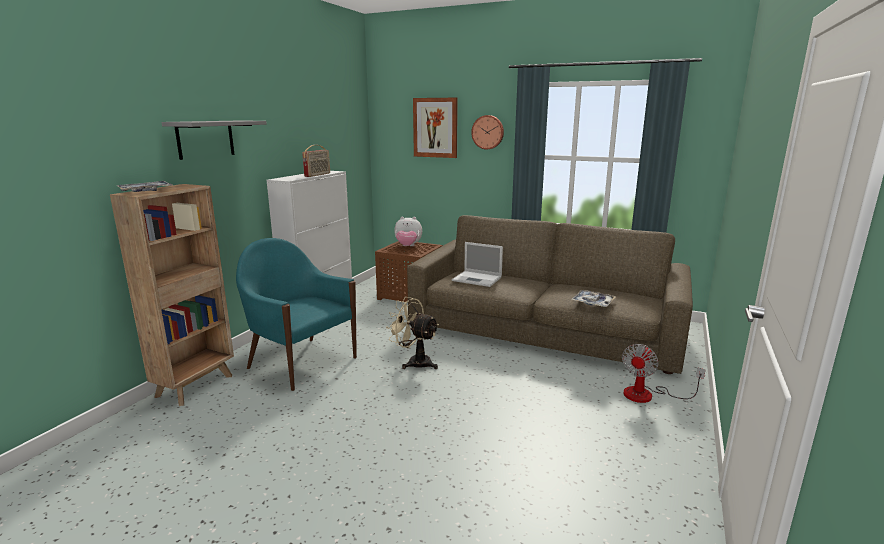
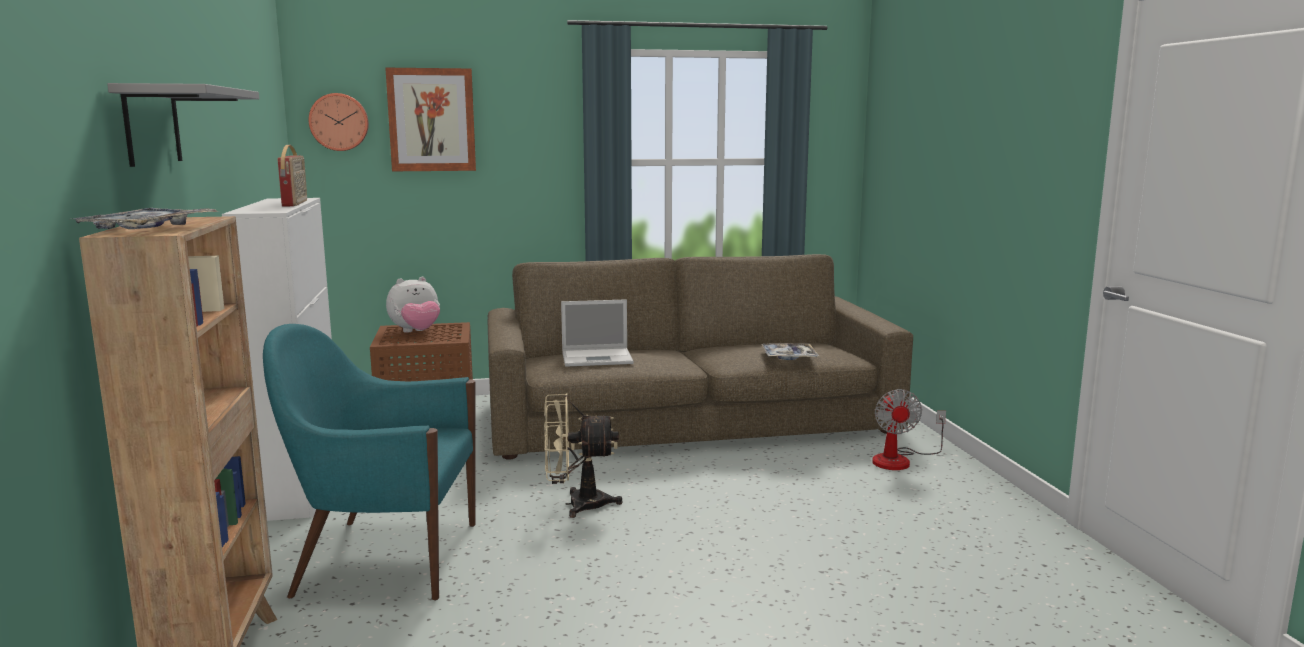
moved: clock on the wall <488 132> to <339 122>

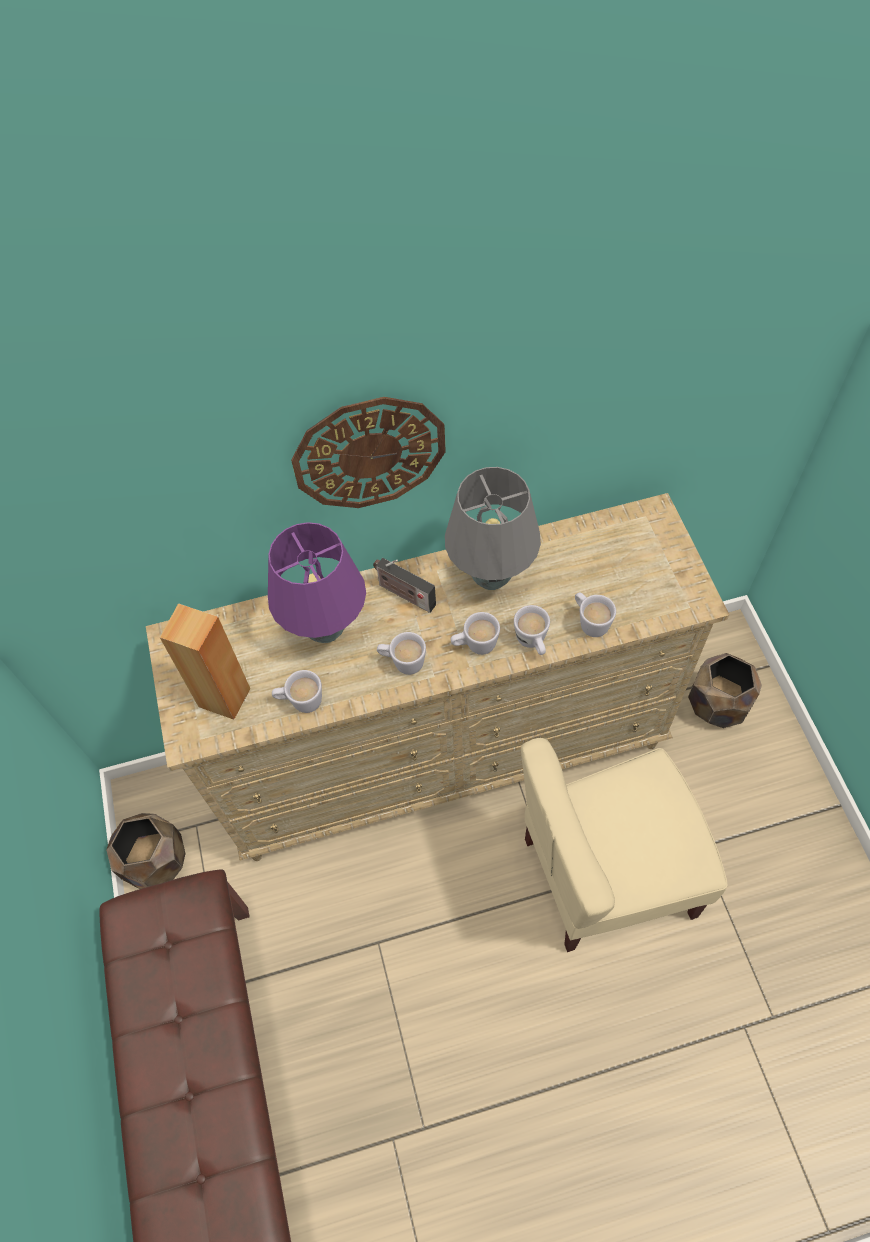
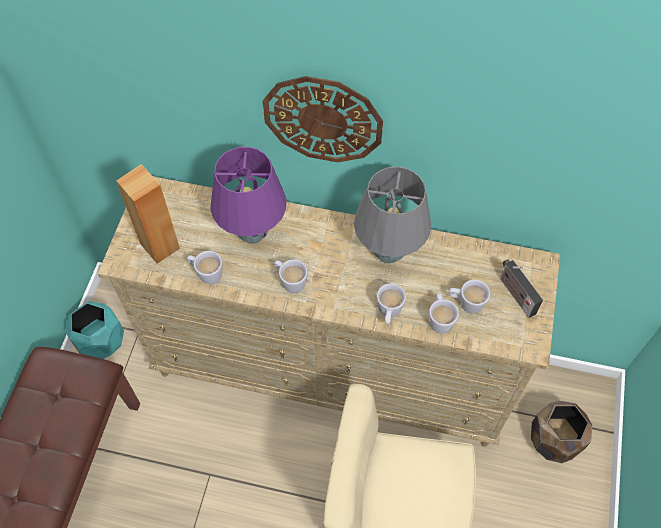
moved: radio <404 594> to <515 294>; whitish mug <475 645> to <466 303>
recoloured: brown-coloured planter <157 862> to turquoise planter <101 342>

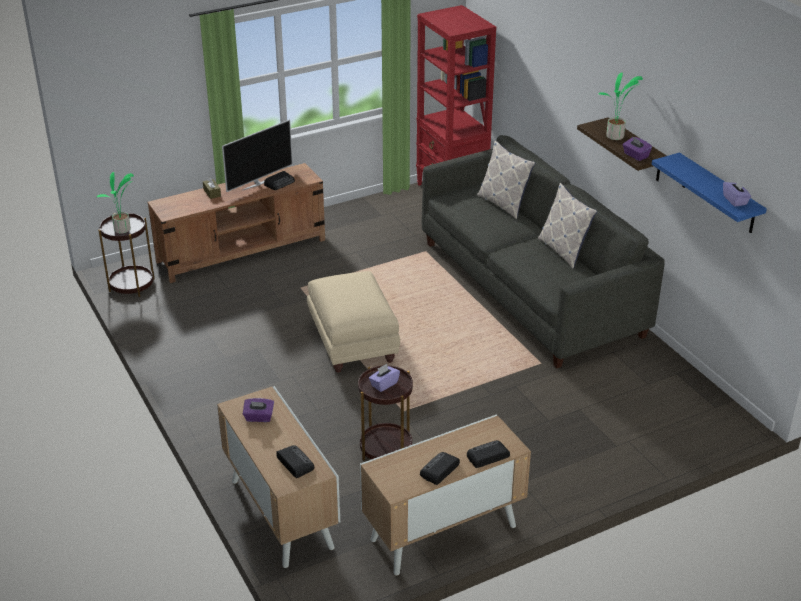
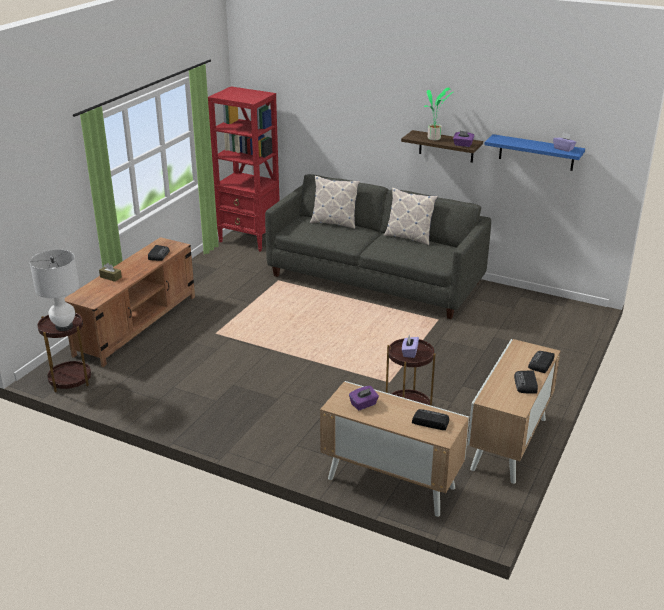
removed: TV <258 183>; beige ottoman <352 343>
replaced: houseplant <123 230> to whitish lamp for a table <64 326>

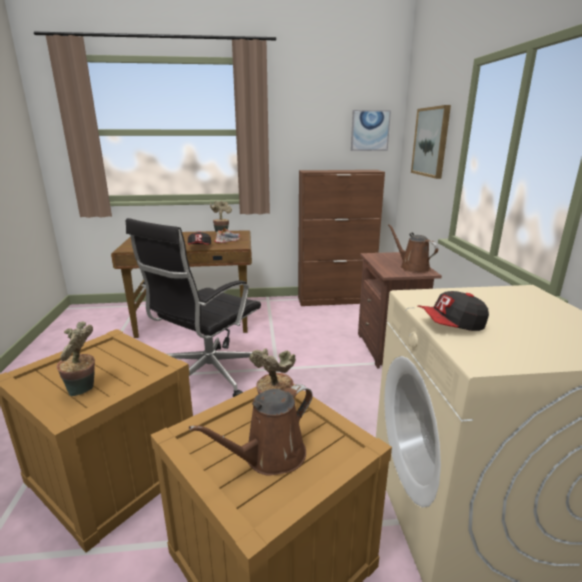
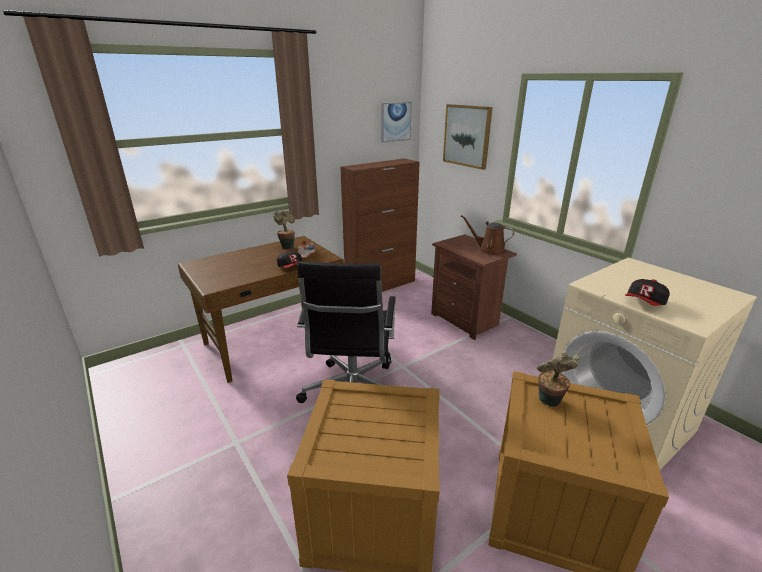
removed: houseplant <83 390>; brown-coloured watering can <269 456>

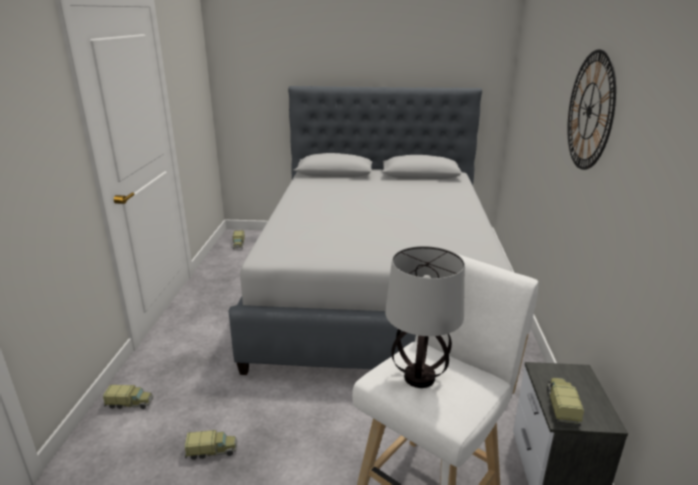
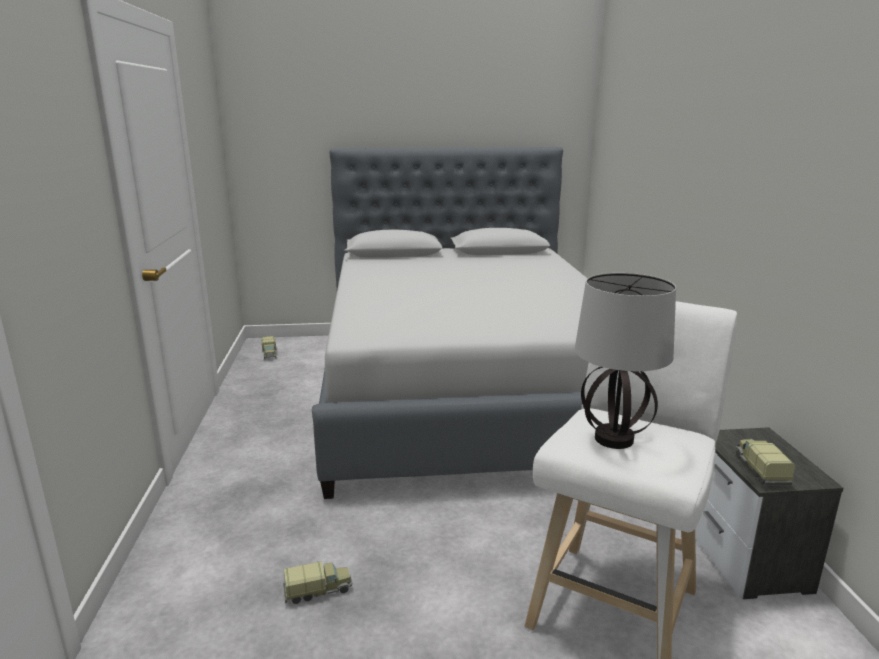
removed: toy lorry <130 403>; clock on the wall <589 111>

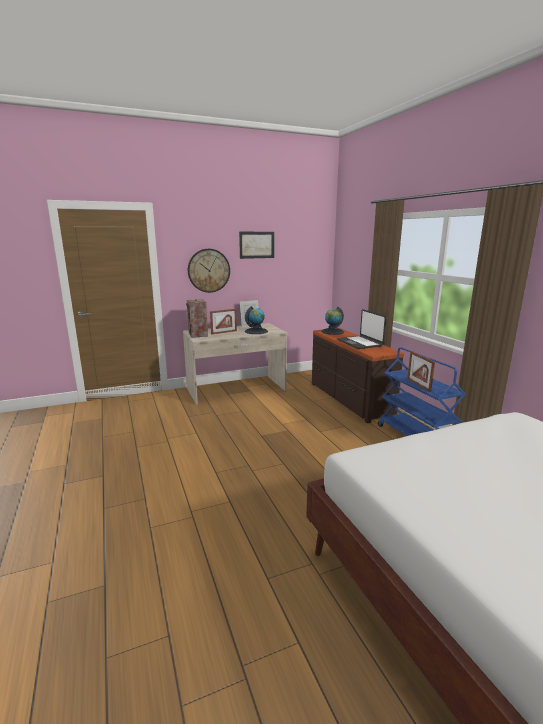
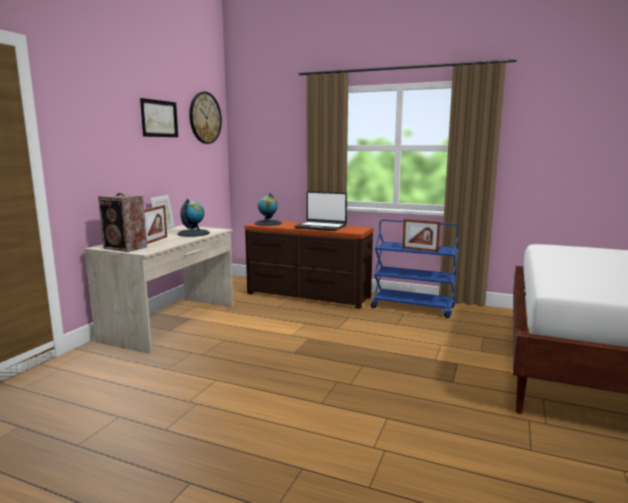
moved: clock on the wall <209 270> to <205 118>

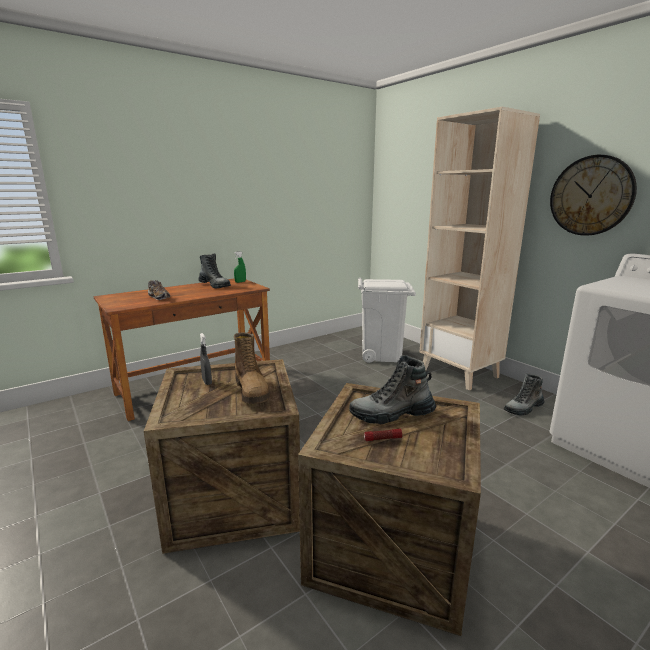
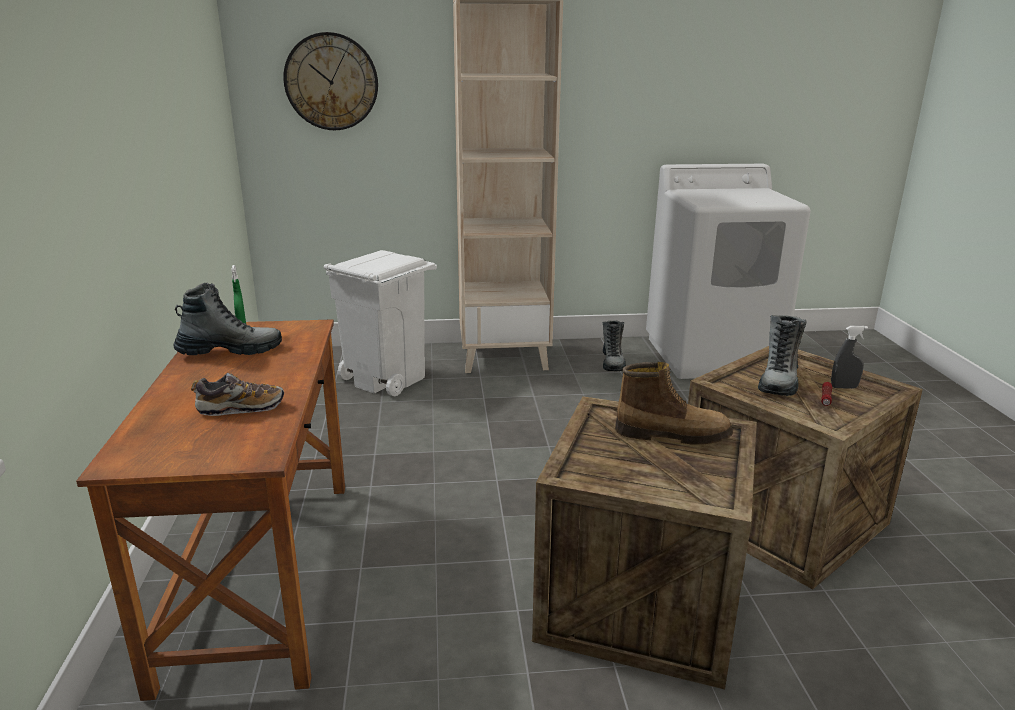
moved: greyish spray bottle <207 382> to <844 387>; clock on the wall <591 196> to <331 82>

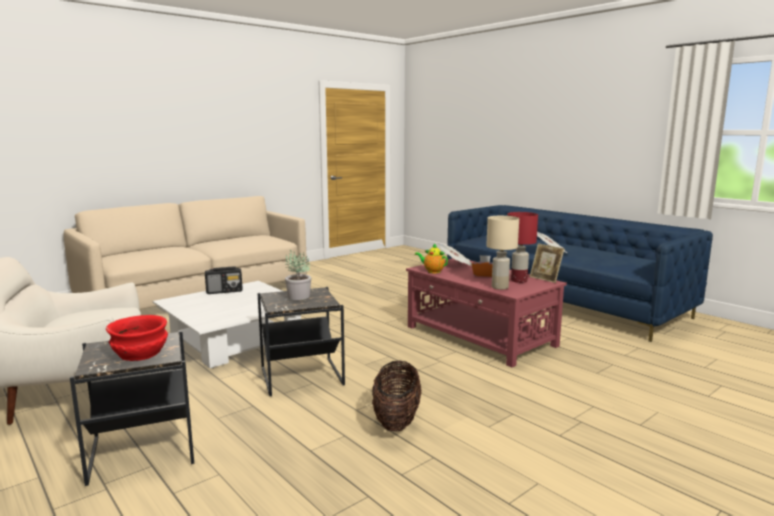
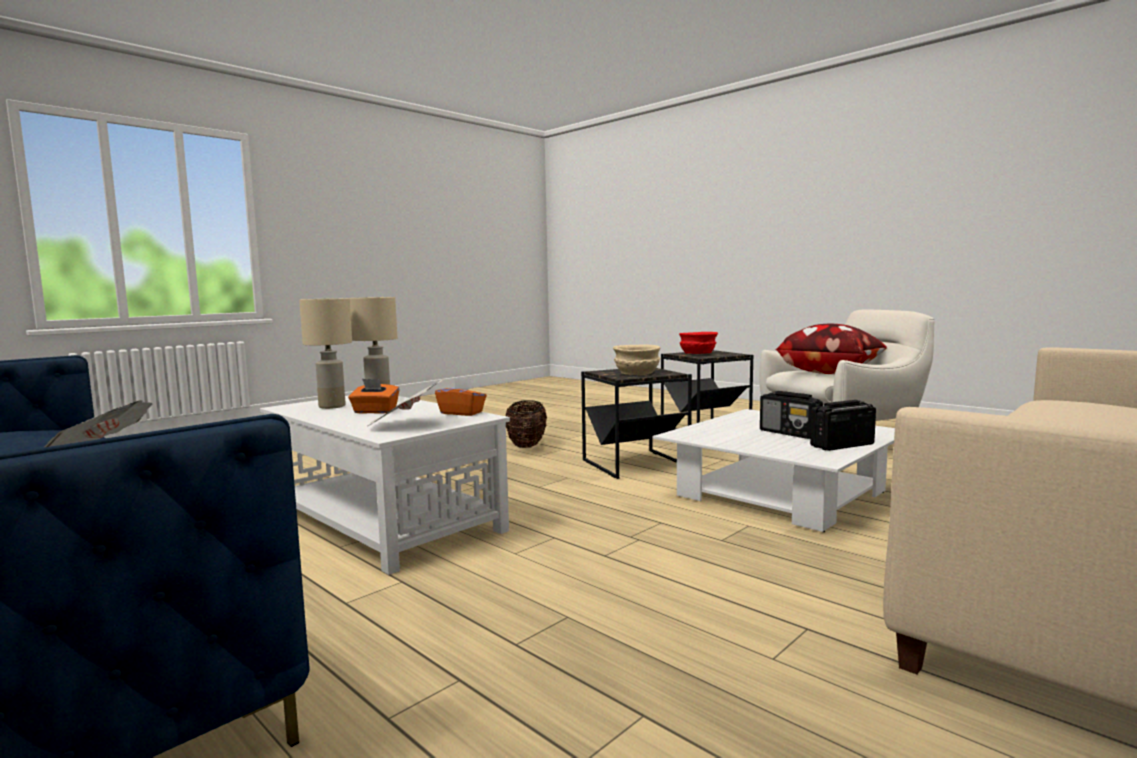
removed: photo frame <545 279>
added: radio <790 433>; cushion <829 373>
replaced: houseplant <298 296> to beige bowl <637 373>; tea pot <432 271> to orange tissue box <462 413>
recoloured: reddish lounge table <480 336> to whitish lounge table <384 519>; reddish lamp for a table <519 280> to beige lamp for a table <331 406>

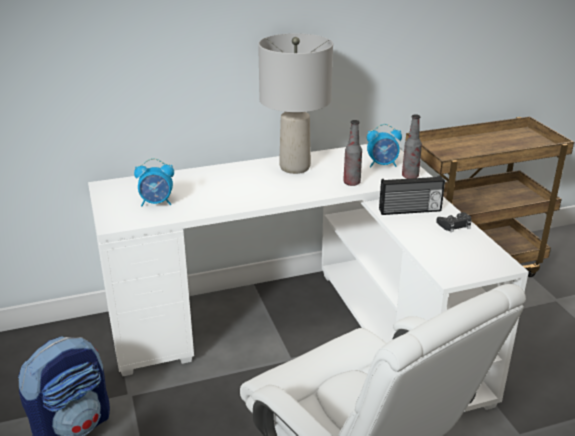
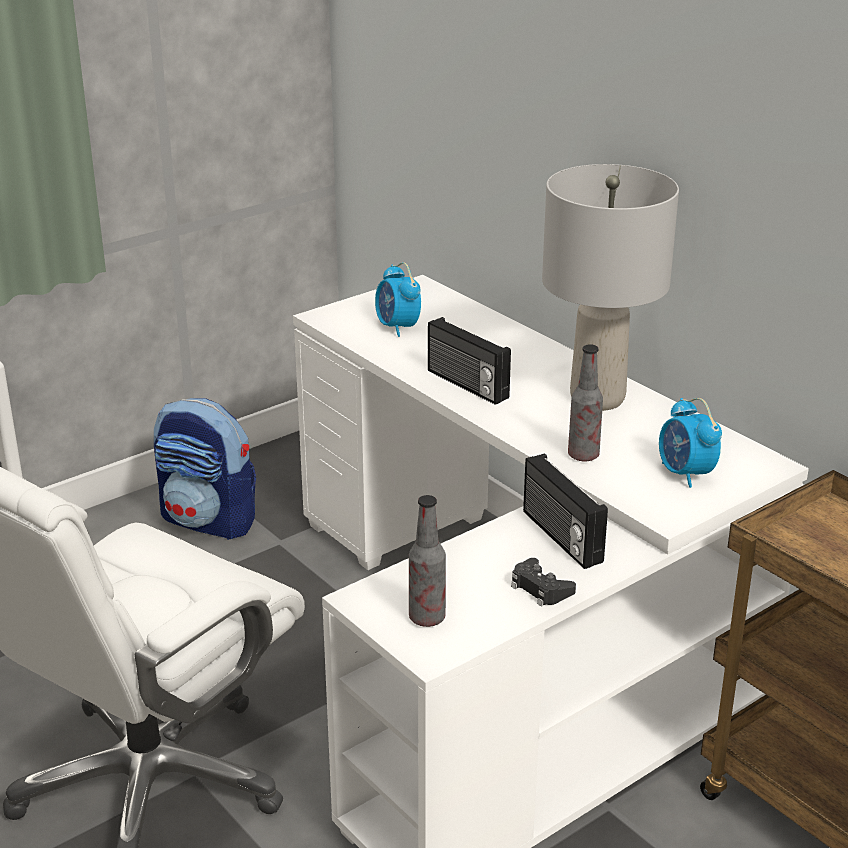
added: radio <466 385>
moved: drink bottle <410 176> to <427 618>

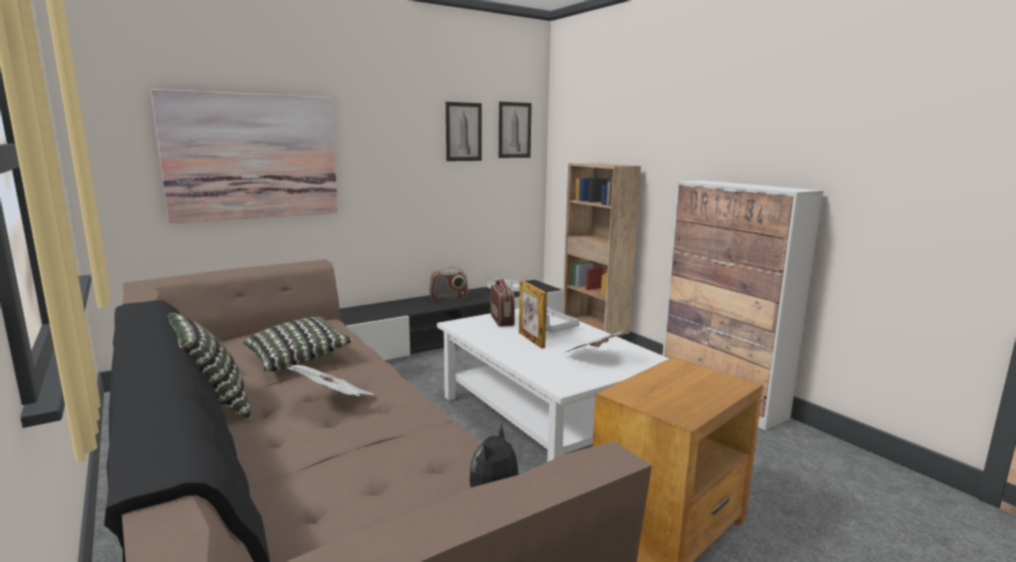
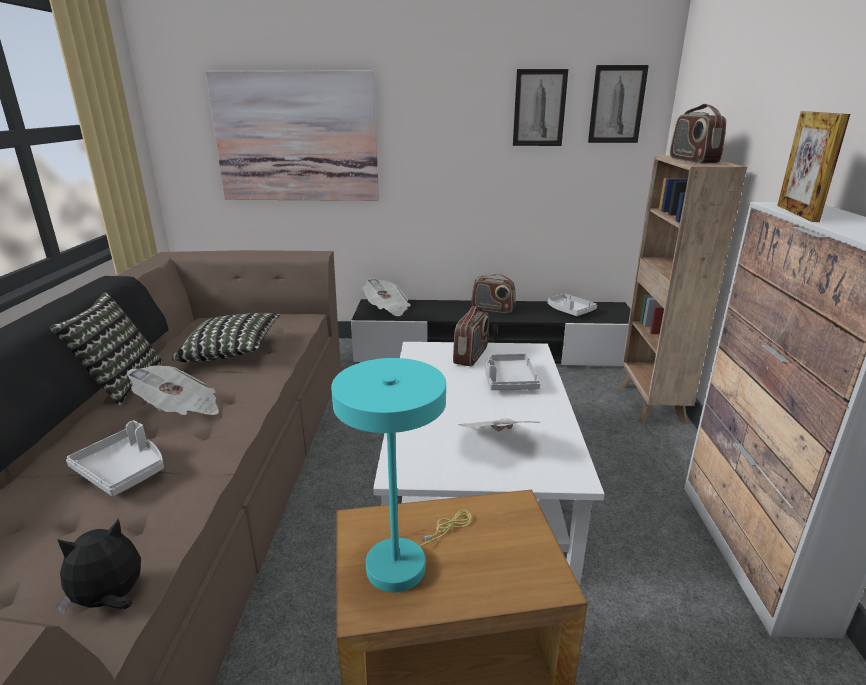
added: greyish carrying tray <123 471>; turquoise lamp for a table <404 561>; printed paper <387 309>; radio <692 160>
moved: photo frame <531 340> to <796 213>

